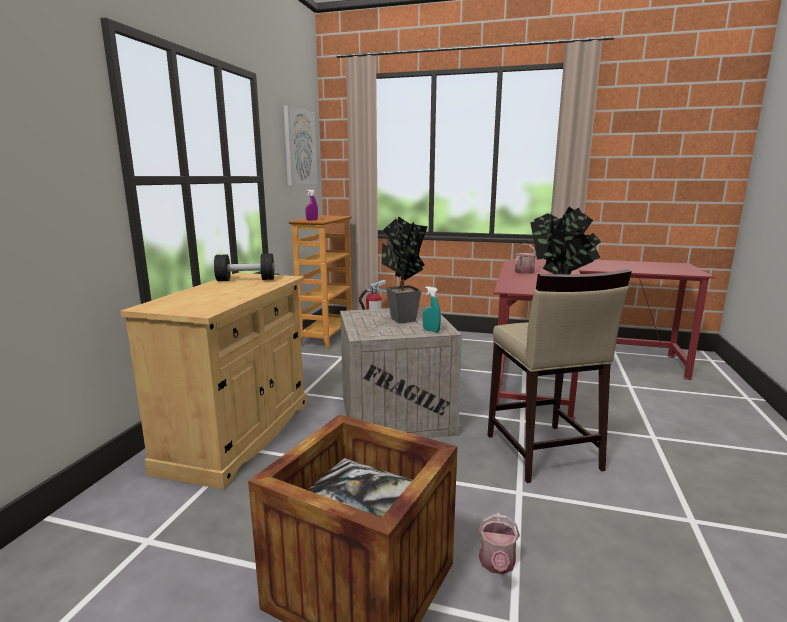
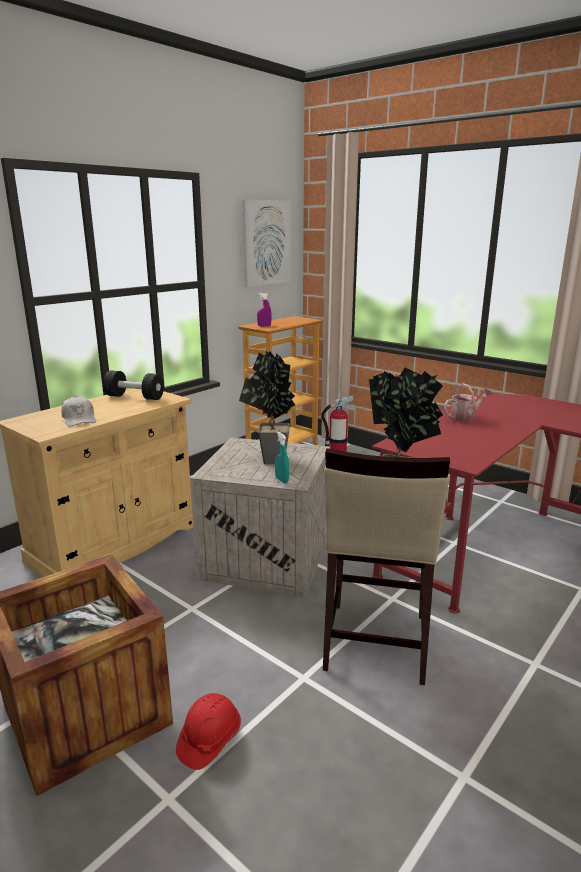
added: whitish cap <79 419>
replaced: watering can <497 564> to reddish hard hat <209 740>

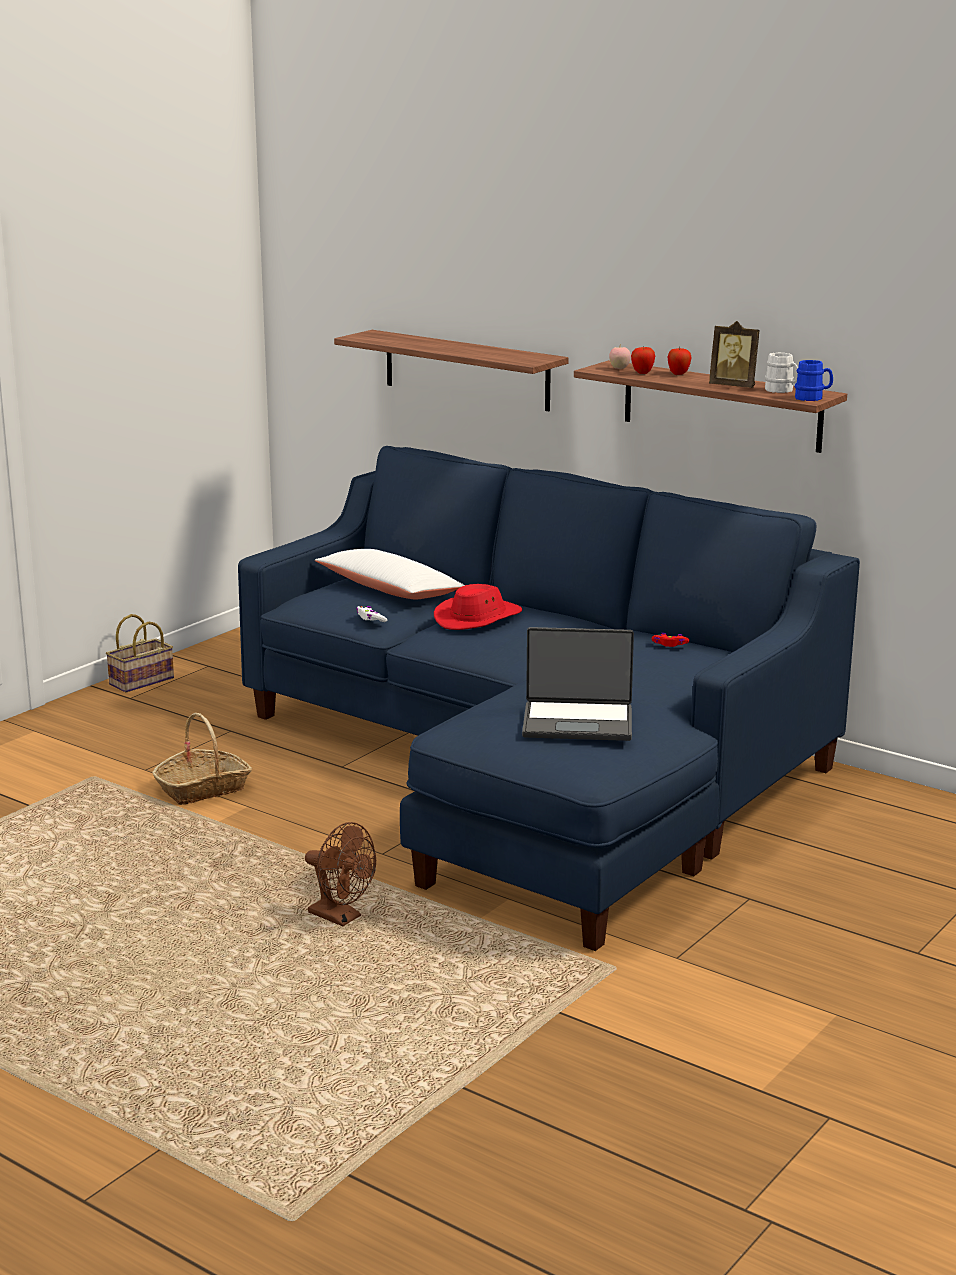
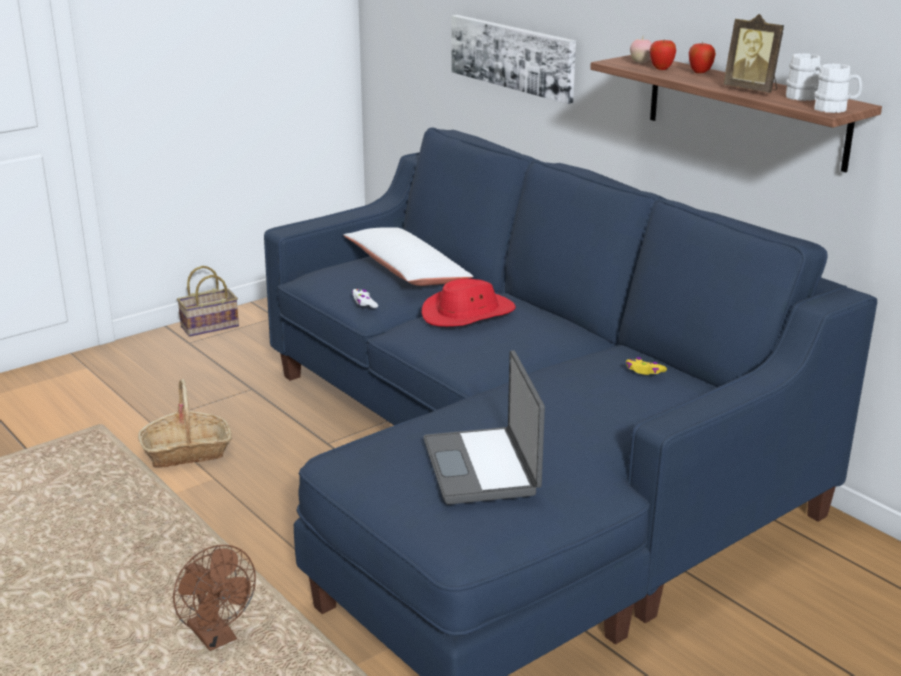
replaced: bracket shelf <466 370> to wall picture <513 56>
recoloured: reddish joypad <669 644> to yellowish joypad <644 371>; blue mug <812 398> to whitish mug <835 109>
turned: notebook computer <578 722> = <483 467> 60 degrees clockwise

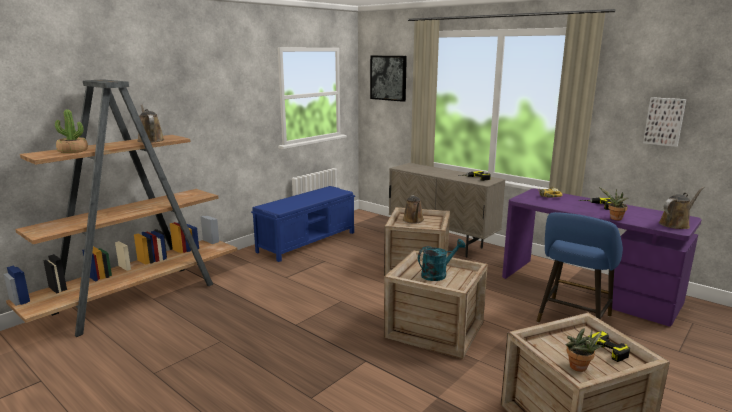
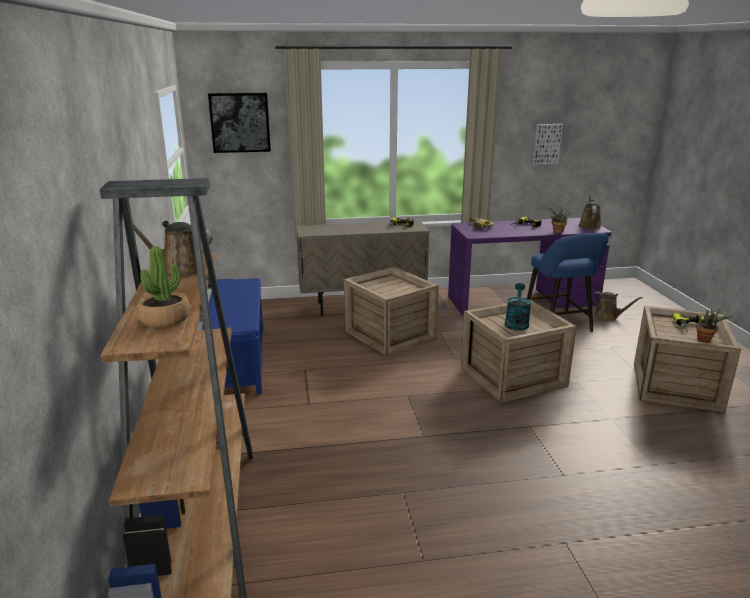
moved: brown-coloured watering can <413 220> to <608 316>

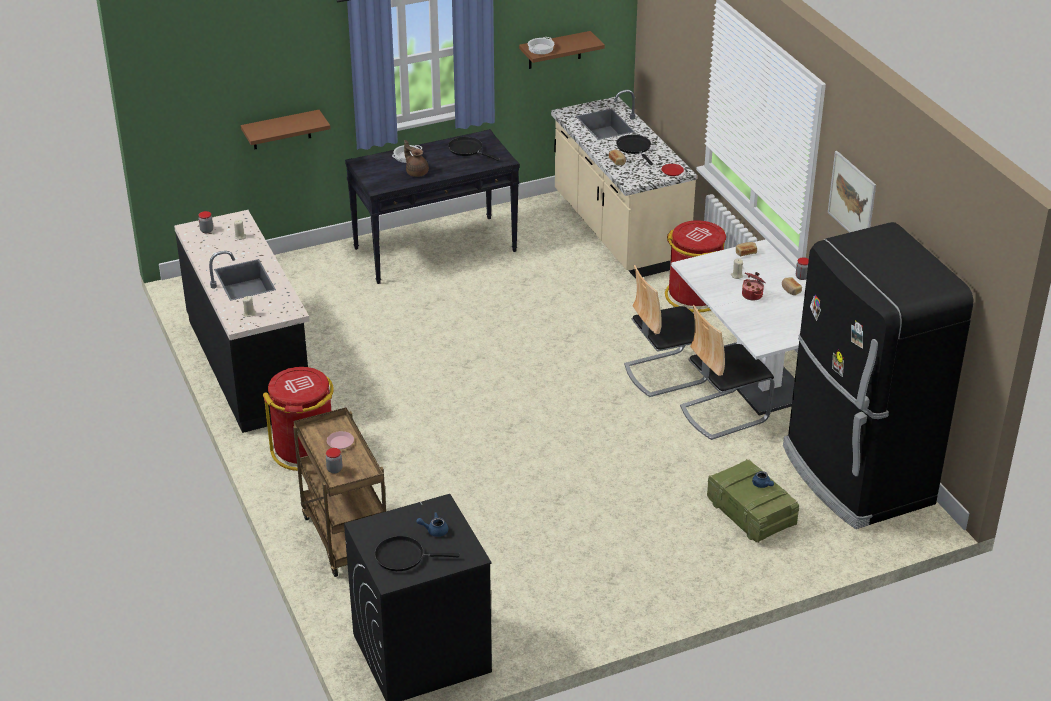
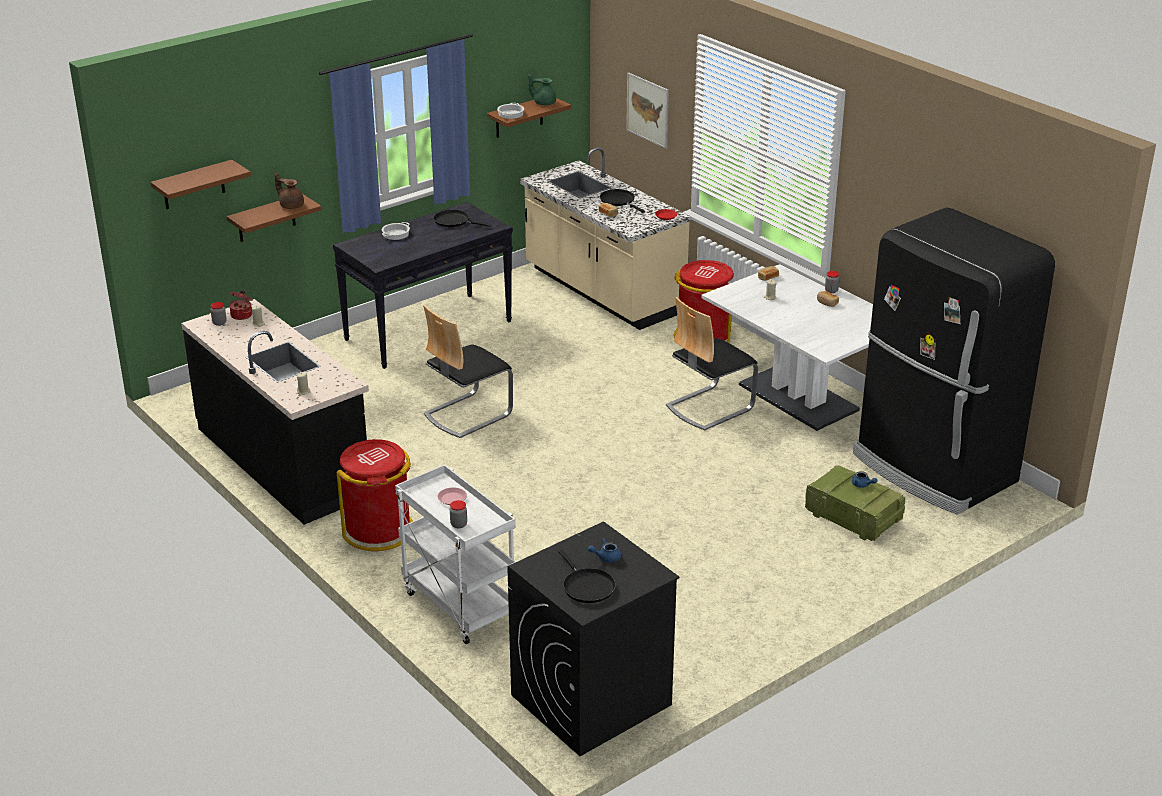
added: brown-coloured bracket shelf <193 185>; greenish tea pot <543 103>
moved: brown-coloured tea pot <416 172> to <291 205>; chair <723 413> to <467 414>; saucepot <752 295> to <242 315>; wall picture <852 198> to <647 110>
recoloured: brown-coloured wheeled cart <343 537> to whitish wheeled cart <457 605>
turned: black skillet <403 556> = <586 586> 105 degrees counterclockwise

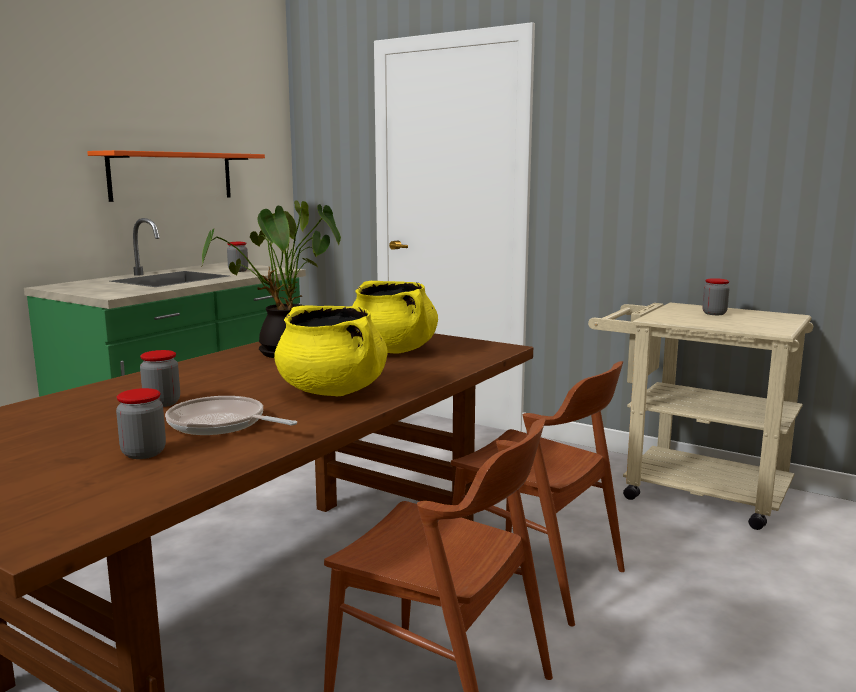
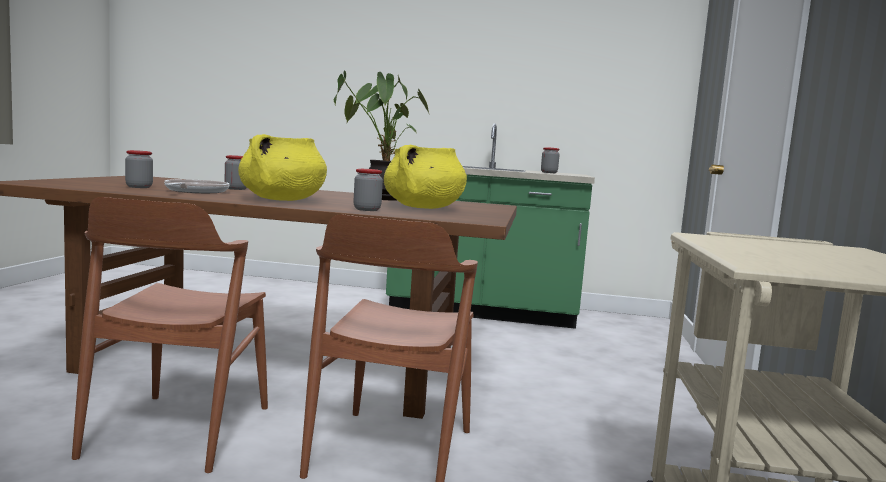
removed: orange bracket shelf <172 176>
moved: jar <714 313> to <367 210>

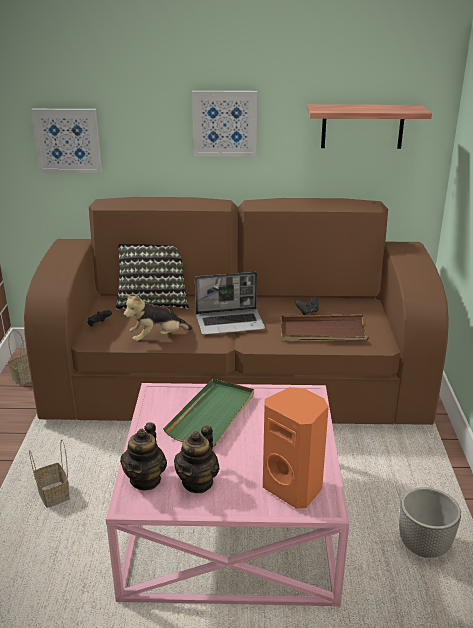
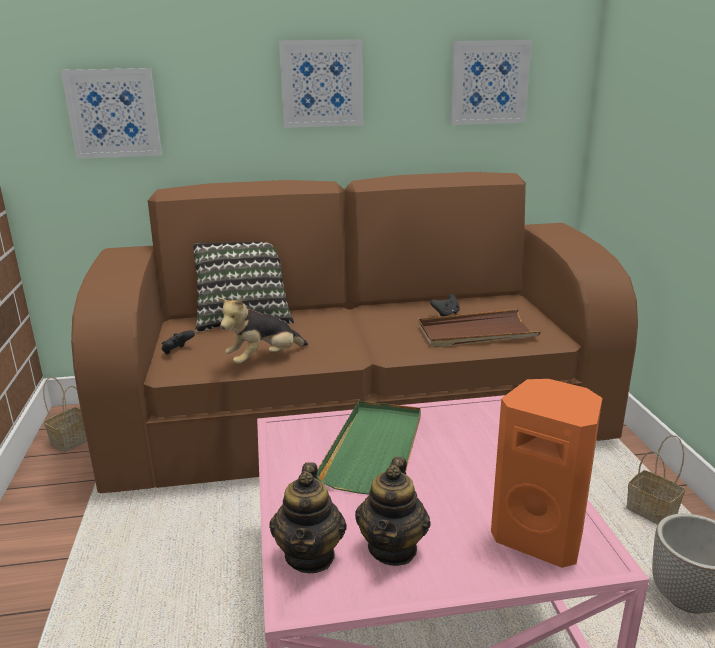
removed: notebook computer <230 323>
moved: basket <55 495> to <653 512>
replaced: bracket shelf <362 126> to wall picture <489 82>

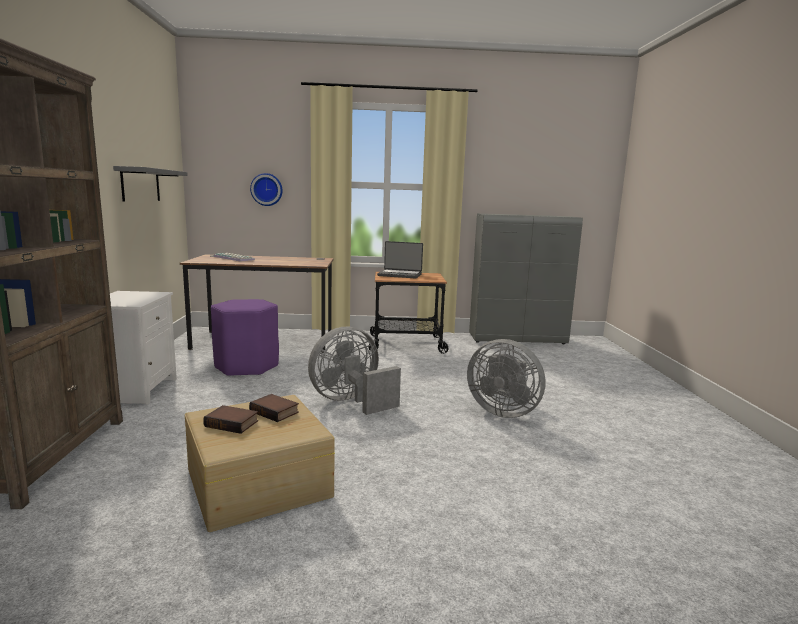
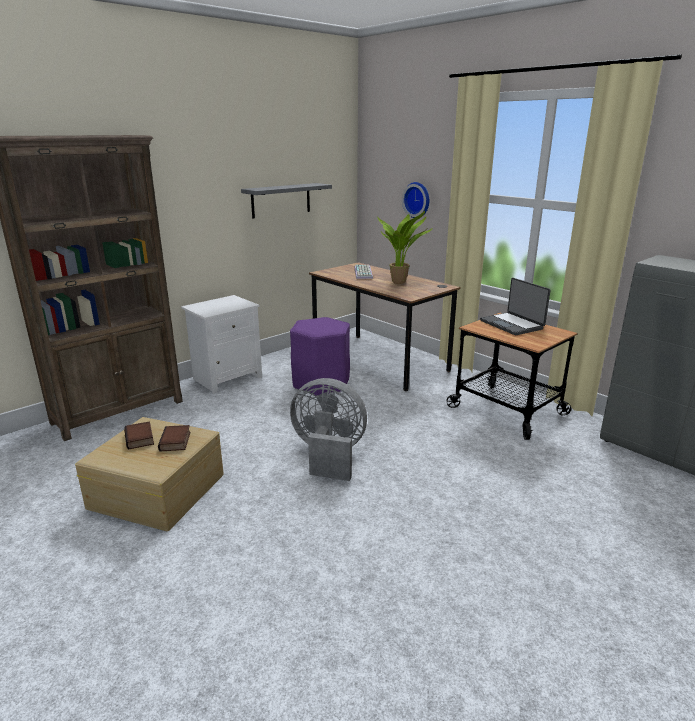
removed: greyish fan <503 411>
added: houseplant <401 282>

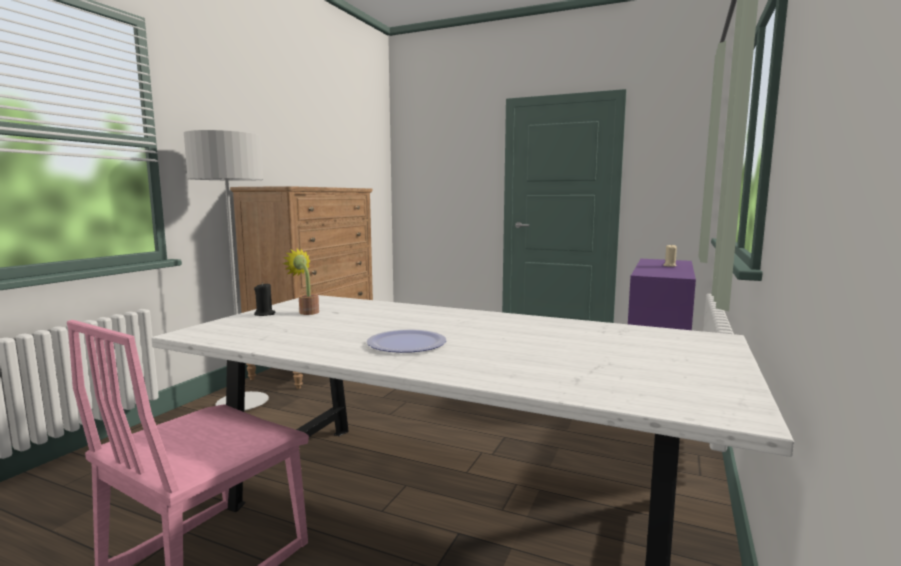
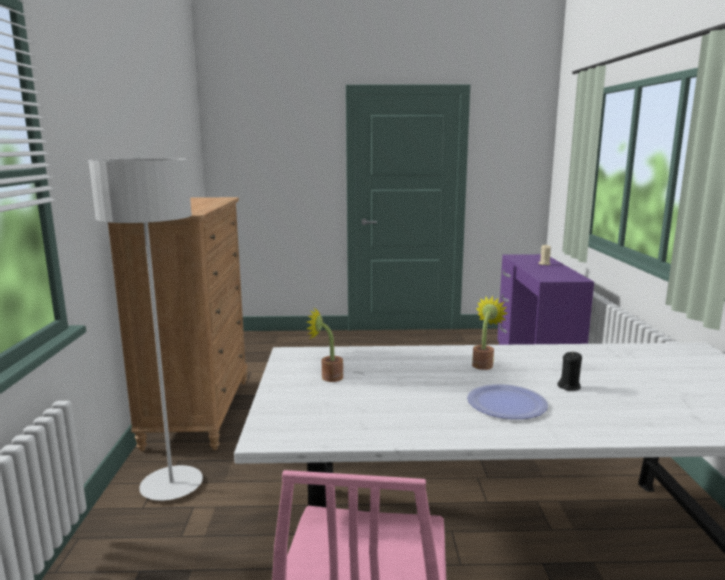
added: houseplant <484 364>
moved: black wax candle <265 314> to <569 386>

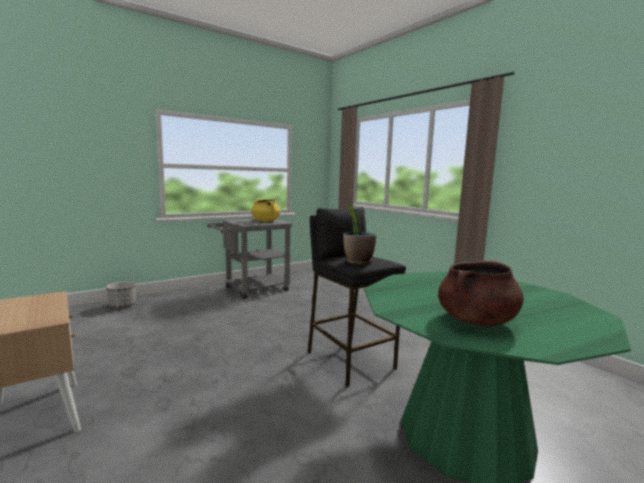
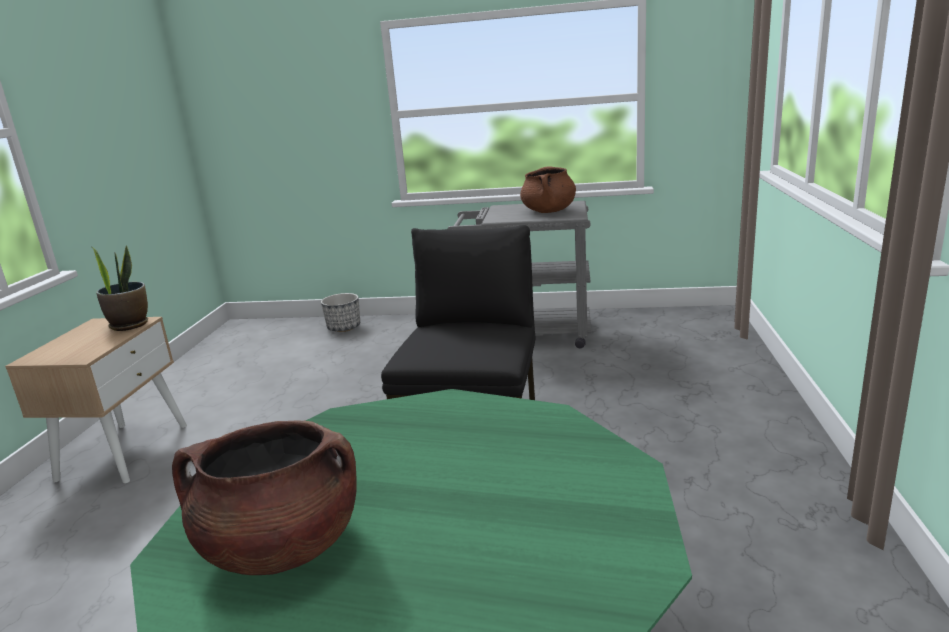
moved: houseplant <358 262> to <130 325>
recoloured: yellowish saucepot <265 221> to brown-coloured saucepot <548 211>

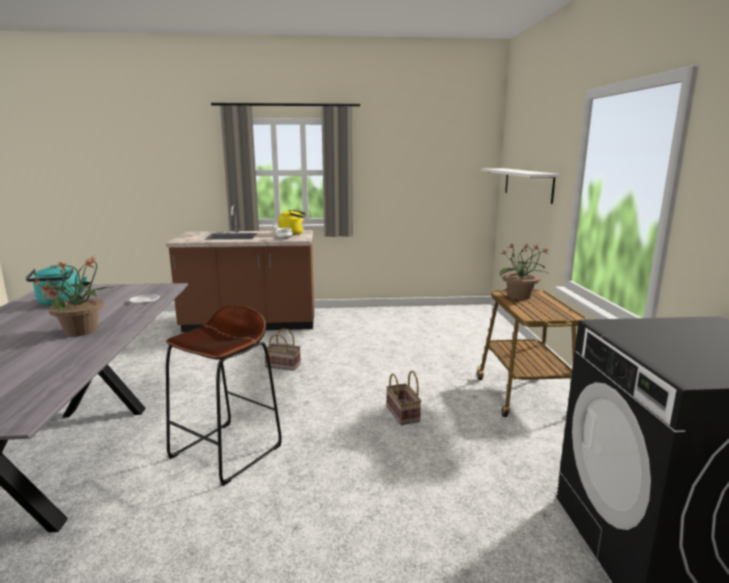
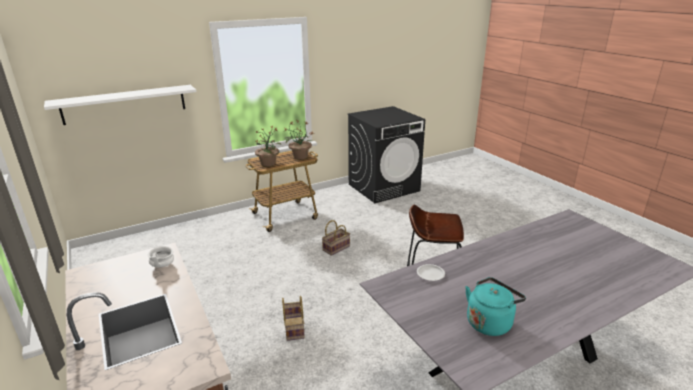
removed: yellowish water kettle <293 234>
moved: houseplant <82 331> to <300 157>

